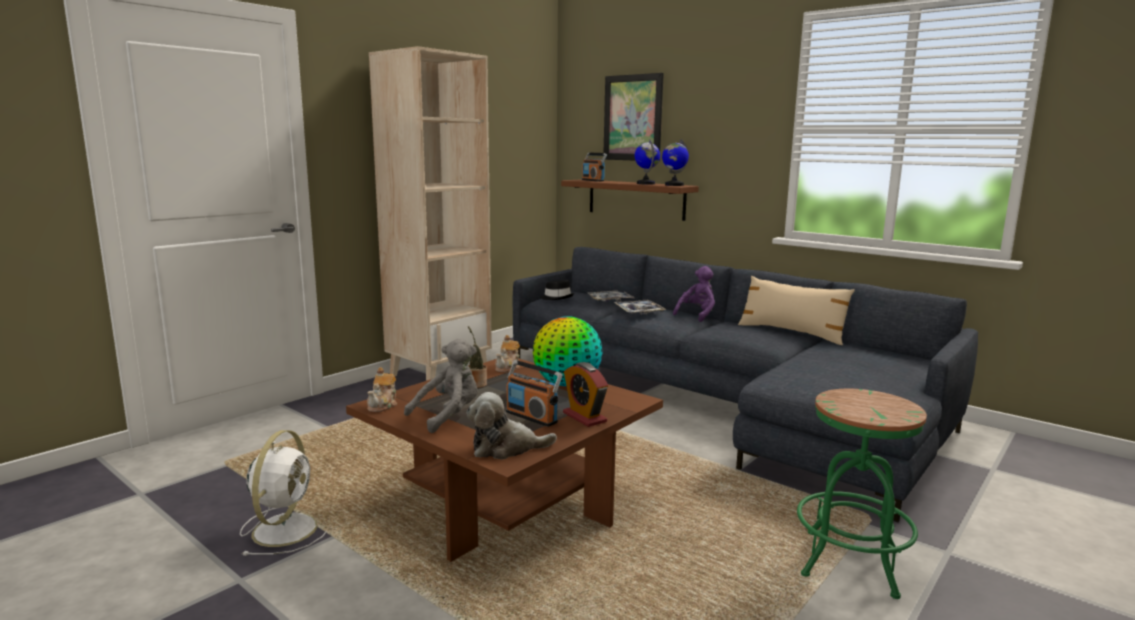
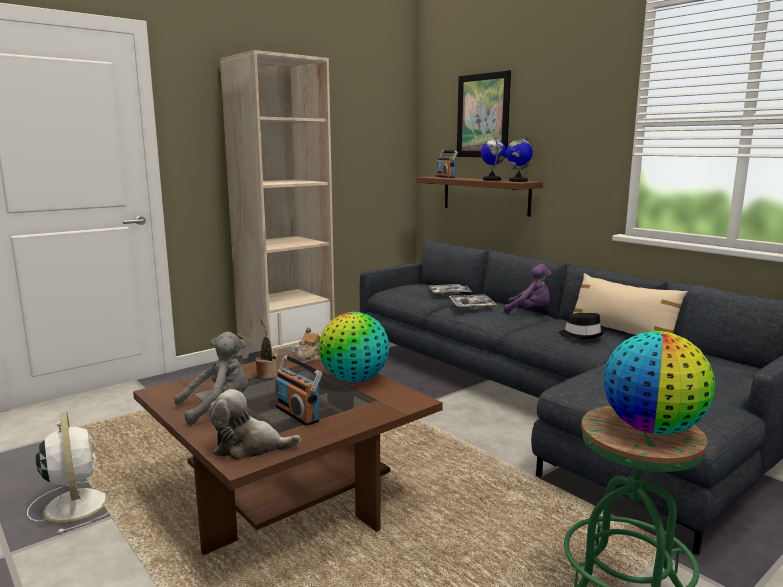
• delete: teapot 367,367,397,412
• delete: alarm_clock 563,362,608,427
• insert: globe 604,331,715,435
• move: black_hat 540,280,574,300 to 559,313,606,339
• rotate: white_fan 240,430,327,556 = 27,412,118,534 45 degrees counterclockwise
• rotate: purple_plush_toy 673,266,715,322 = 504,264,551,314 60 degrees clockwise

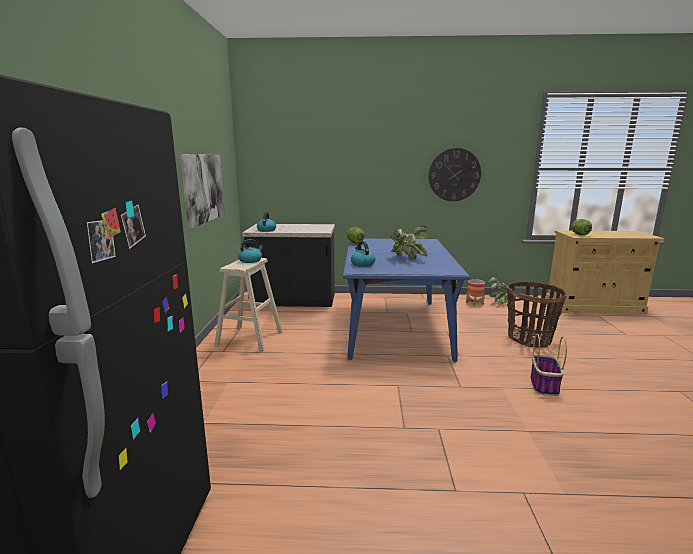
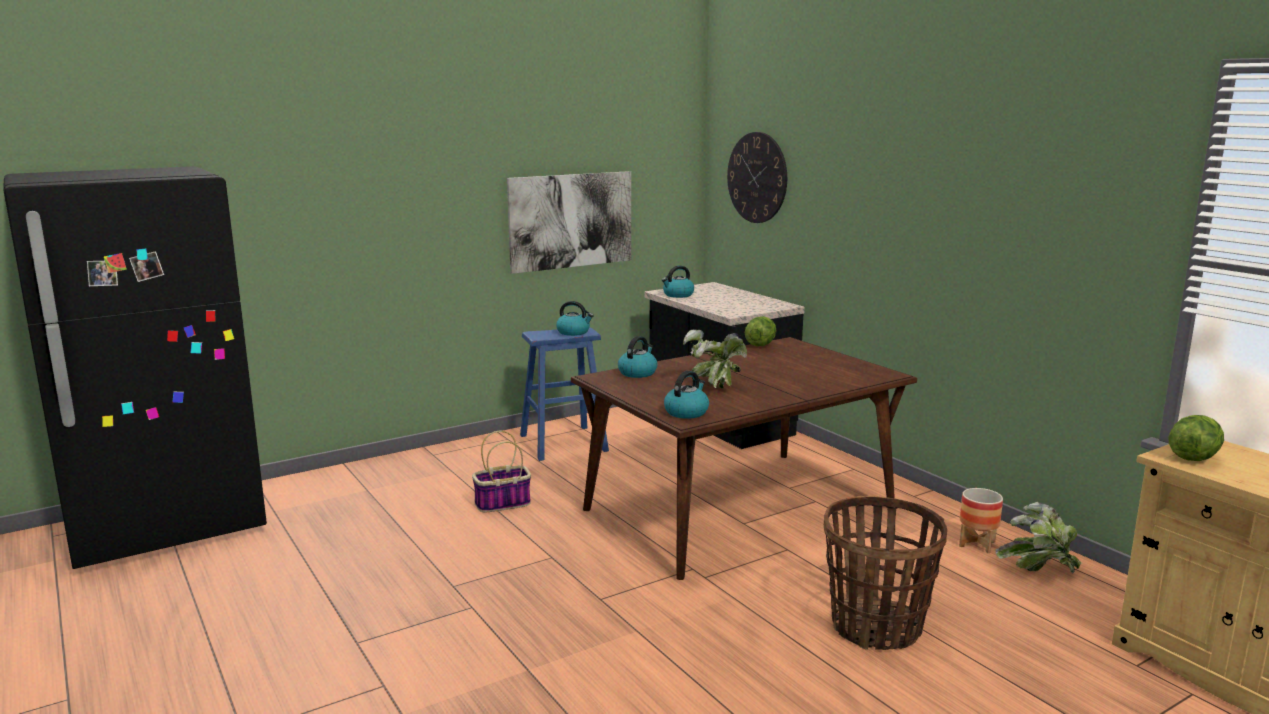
• insert: kettle 664,371,709,419
• move: wall_clock 428,148,481,201 to 727,132,787,223
• move: basket 531,334,567,396 to 472,431,531,512
• recolor: beige_stool 214,258,283,352 to blue_stool 520,327,609,461
• recolor: blue_dining_table 343,239,470,362 to brown_dining_table 571,337,917,580

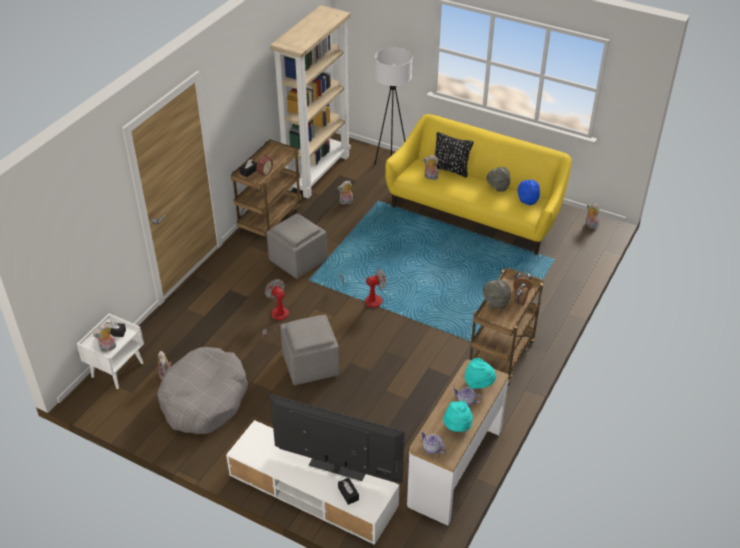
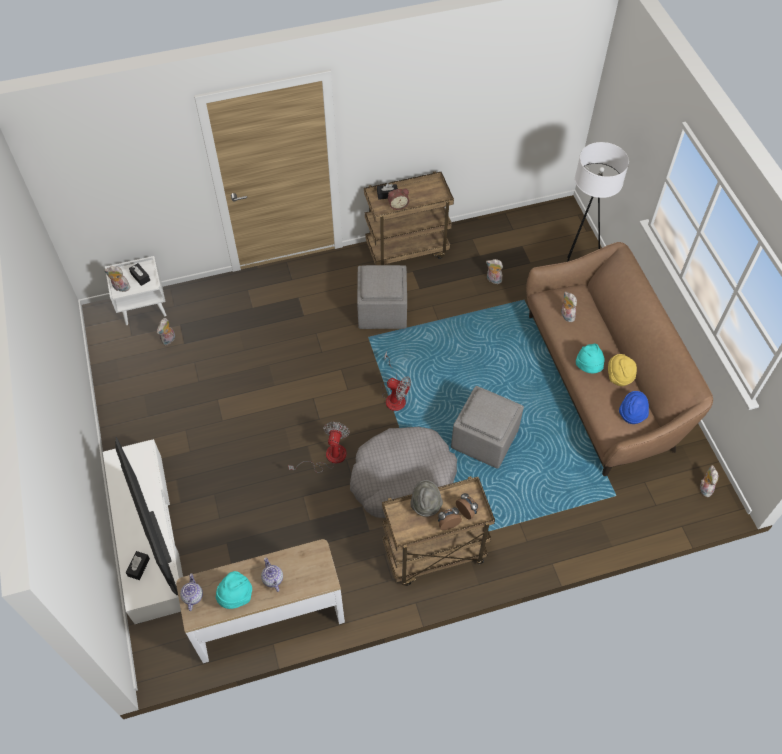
• delete: beige_bookcase 270,5,351,198
• delete: black_pillow 435,132,474,178
• move: grey_dog_bed 157,347,248,434 to 350,427,457,518
• move: fan 262,279,289,339 to 288,422,350,473
• move: grey_ottoman 280,315,340,385 to 451,386,524,469
• move: turquoise_hat 464,358,496,389 to 576,344,605,373
• recolor: yellow_sofa 385,114,572,255 to brown_sofa 526,242,713,476
• recolor: grey_hat 487,167,510,192 to yellow_hat 608,354,637,386

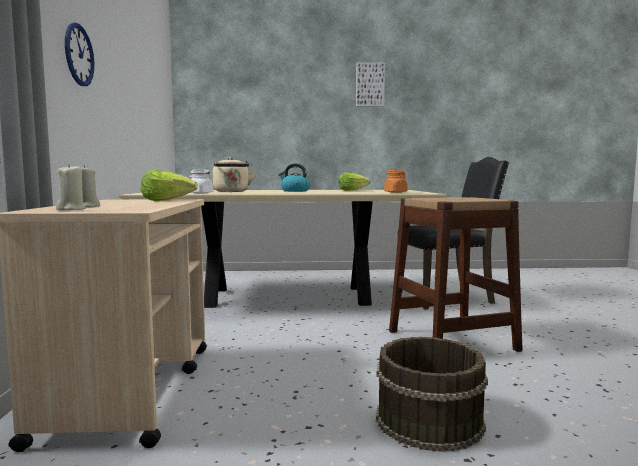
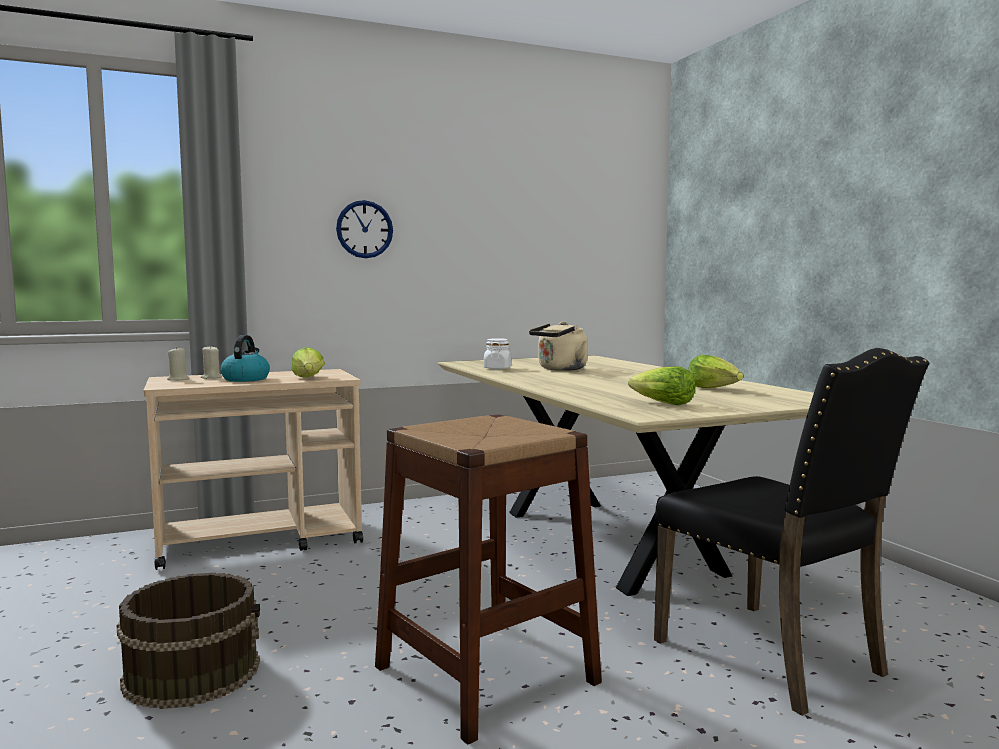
• delete: picture 356,62,385,107
• move: kettle 279,164,310,192 to 220,335,270,382
• replace: orange_jar 384,170,408,193 to lettuce 628,366,695,405

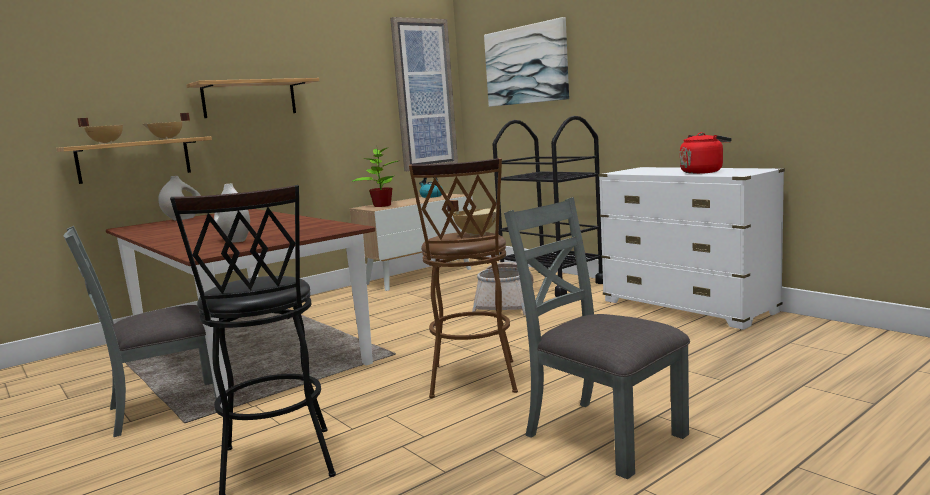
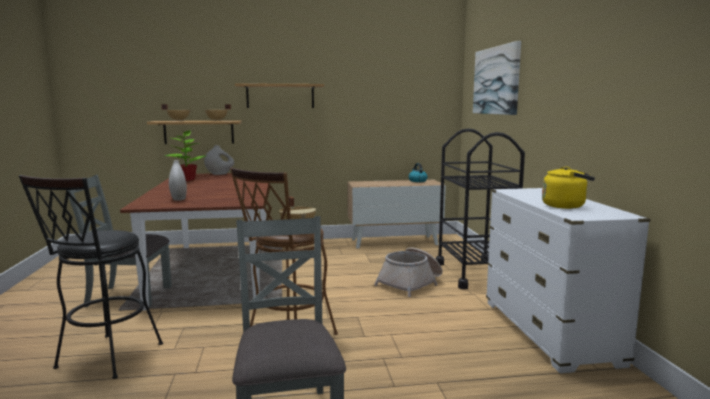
• delete: picture 390,17,458,171
• move: potted_plant 351,145,398,207 to 165,130,206,181
• recolor: red_kettle 680,132,732,174 to yellow_kettle 542,167,595,209

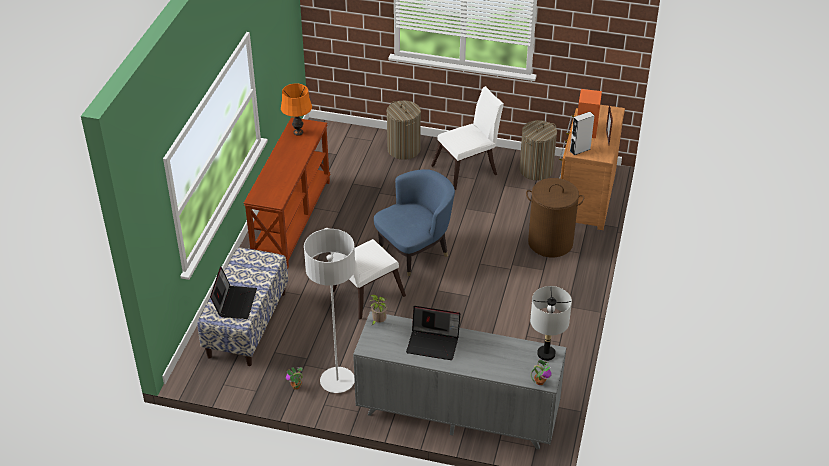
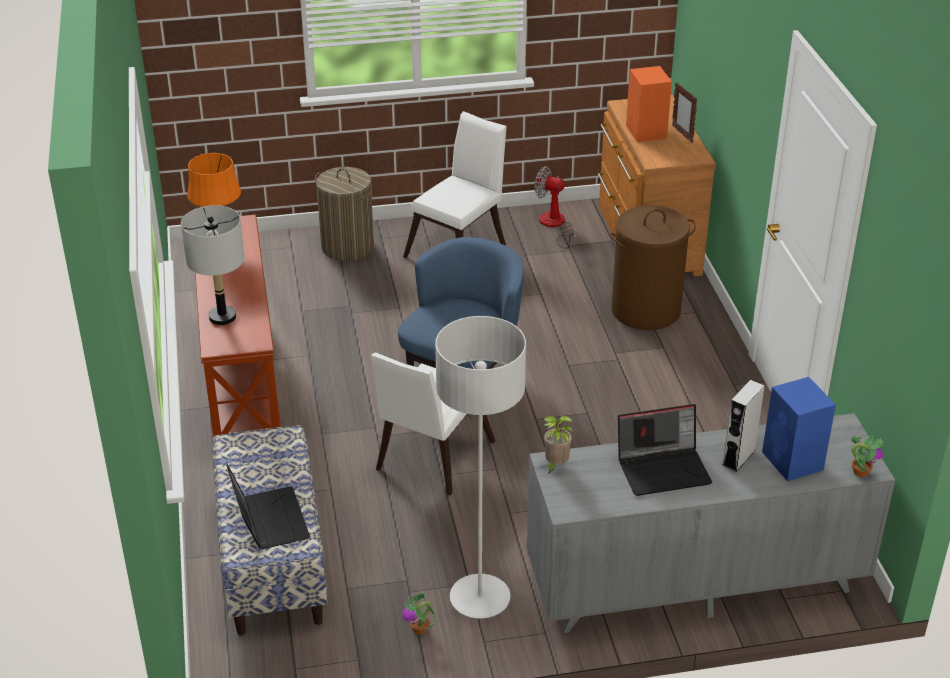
• insert: blue_speaker 762,377,836,481
• move: grey_table_lamp 530,286,572,361 to 181,205,245,325
• move: grey_speaker 570,112,594,155 to 722,380,765,472
• replace: laundry_basket 520,120,557,181 to fan 535,166,576,249

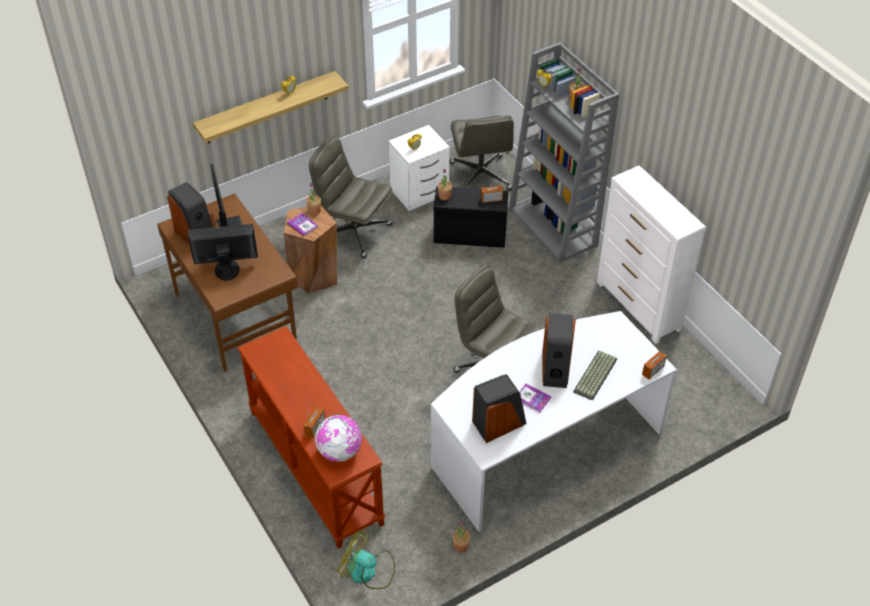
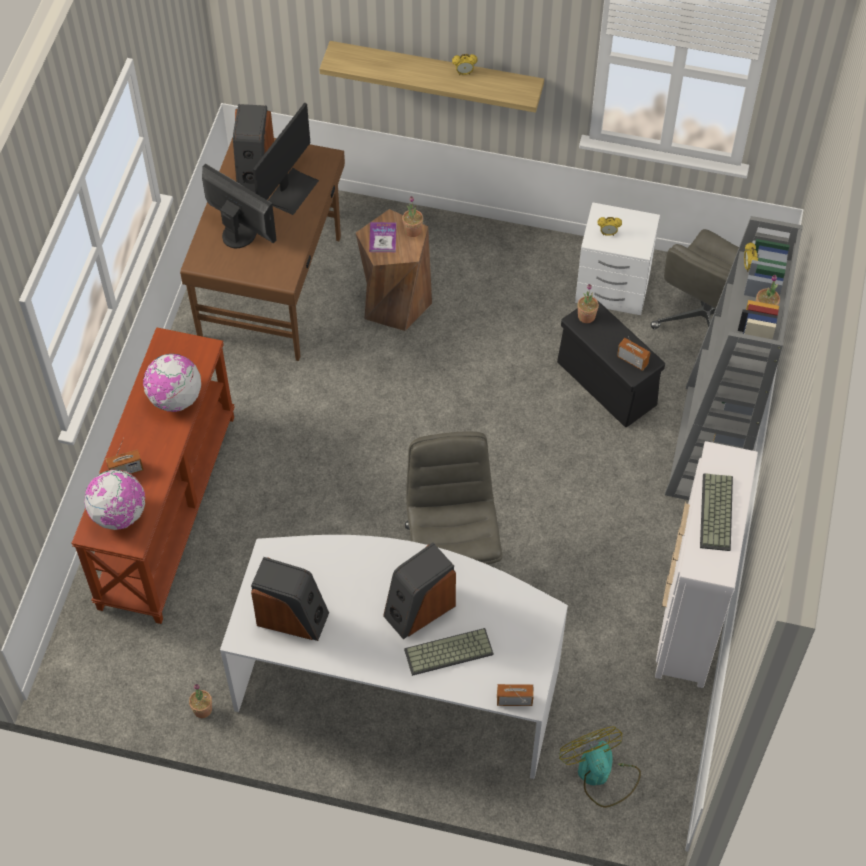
• delete: grey_office_chair 309,136,393,258
• delete: book 519,384,551,413
• insert: globe 143,354,201,412
• insert: keyboard 700,473,733,551
• move: fan 337,530,395,589 to 559,727,641,808

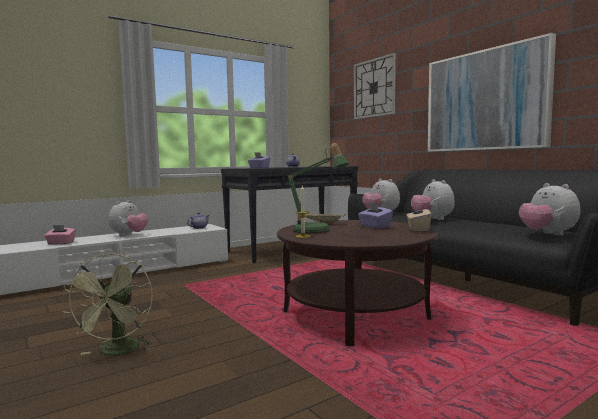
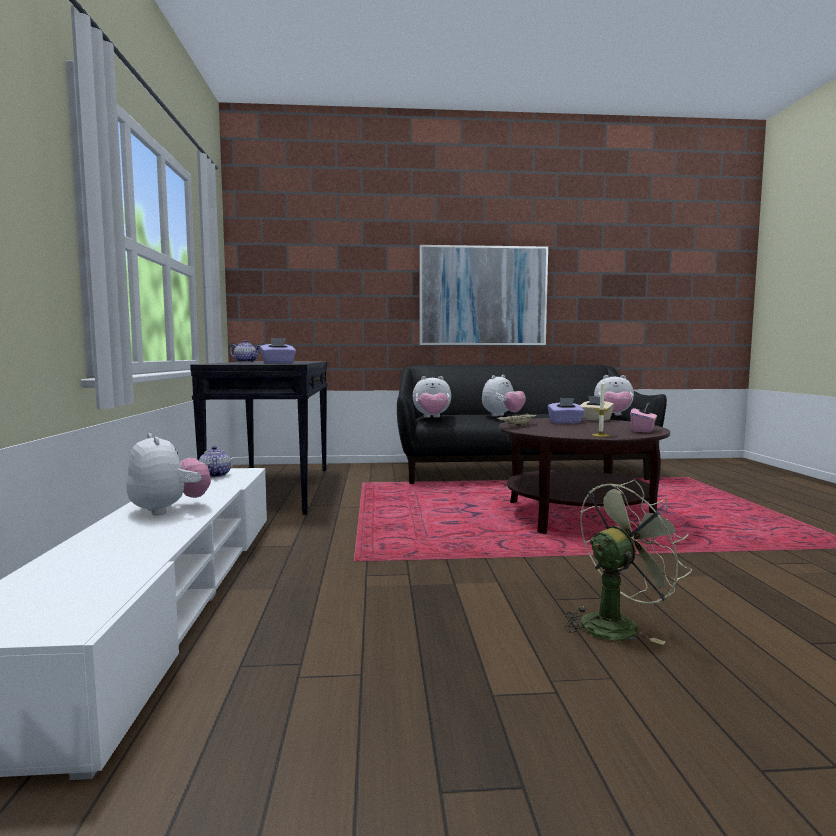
• delete: table_lamp 286,143,349,234
• delete: wall_clock 354,53,396,119
• move: pink_tissue_box 44,225,76,245 to 630,402,657,432
• rotate: green_fan 62,253,153,356 = 564,480,692,645 60 degrees counterclockwise
• rotate: plush_toy 411,179,455,220 = 482,375,526,417 60 degrees counterclockwise

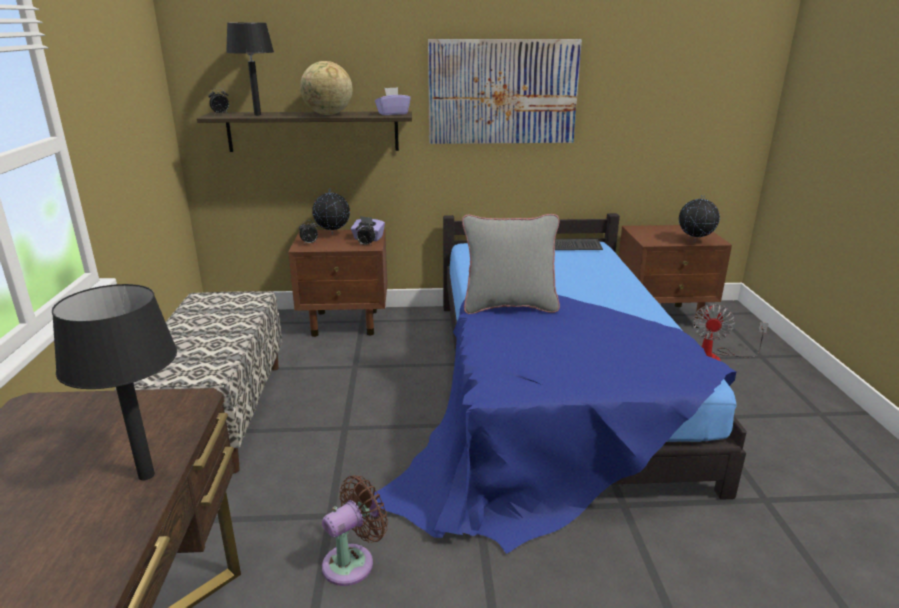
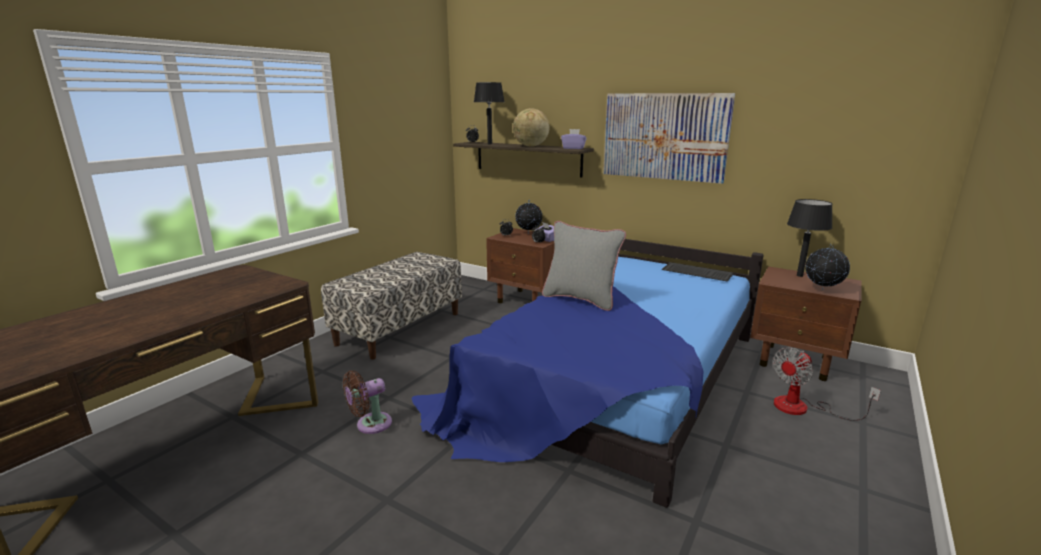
• move: black_table_lamp 52,284,177,480 to 787,199,832,277
• rotate: brown_fan 322,475,388,586 = 343,371,392,434 150 degrees clockwise

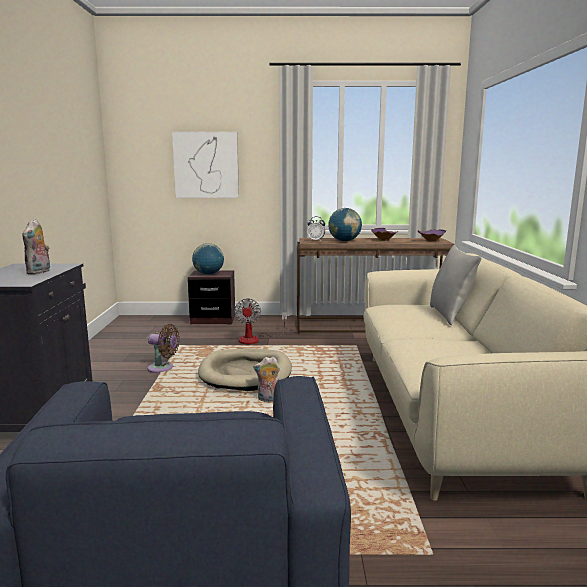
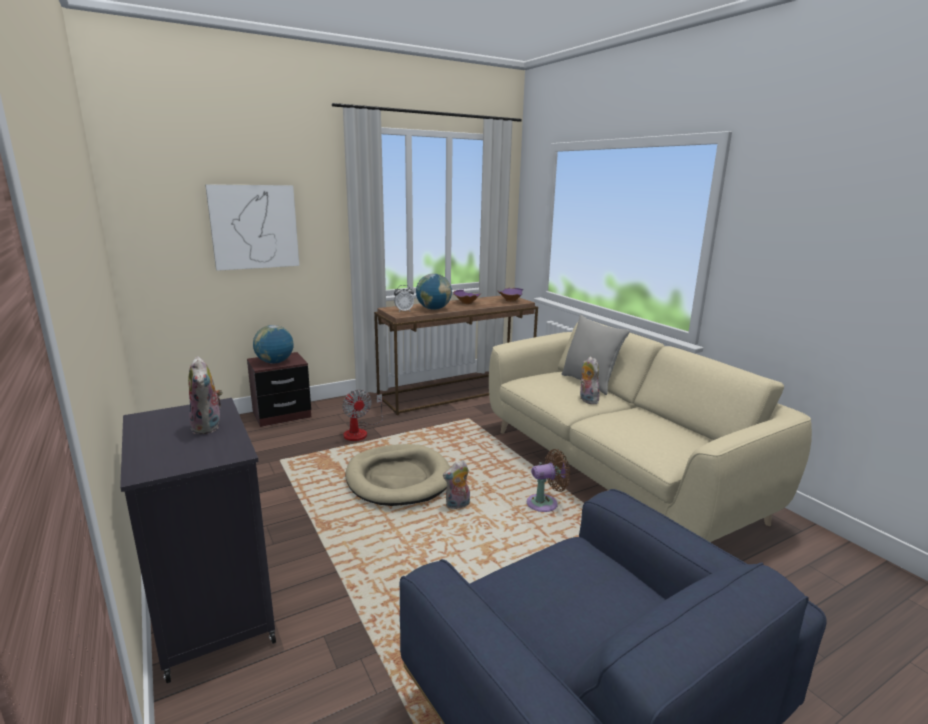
• insert: plush_toy 580,356,599,404
• move: brown_fan 147,324,180,373 to 527,449,570,512

